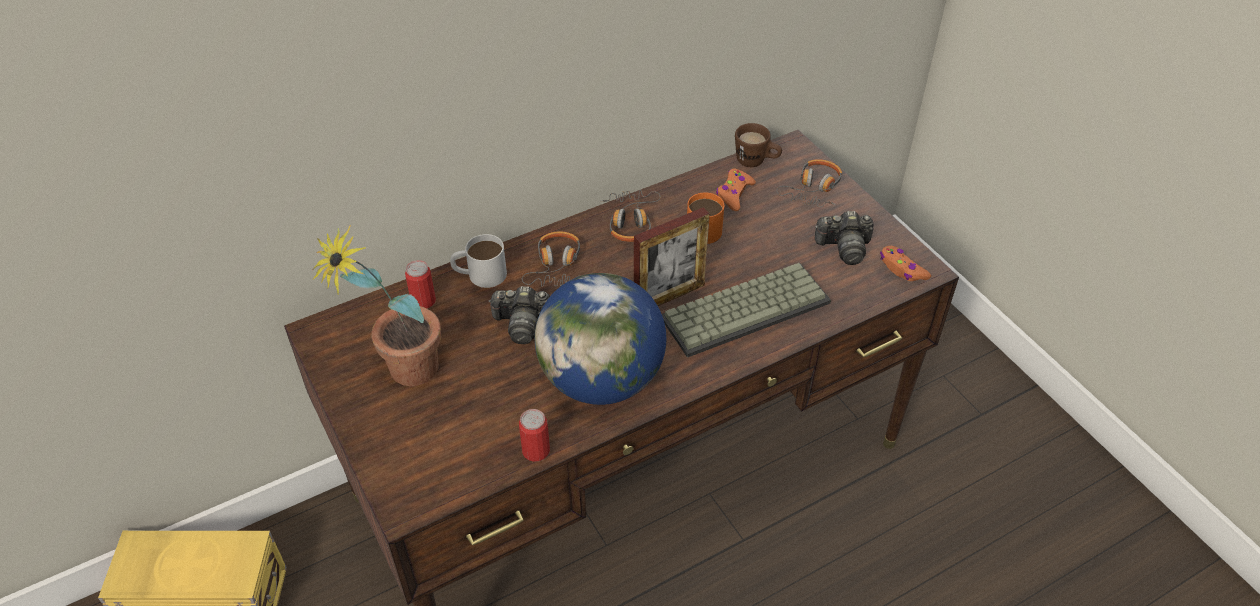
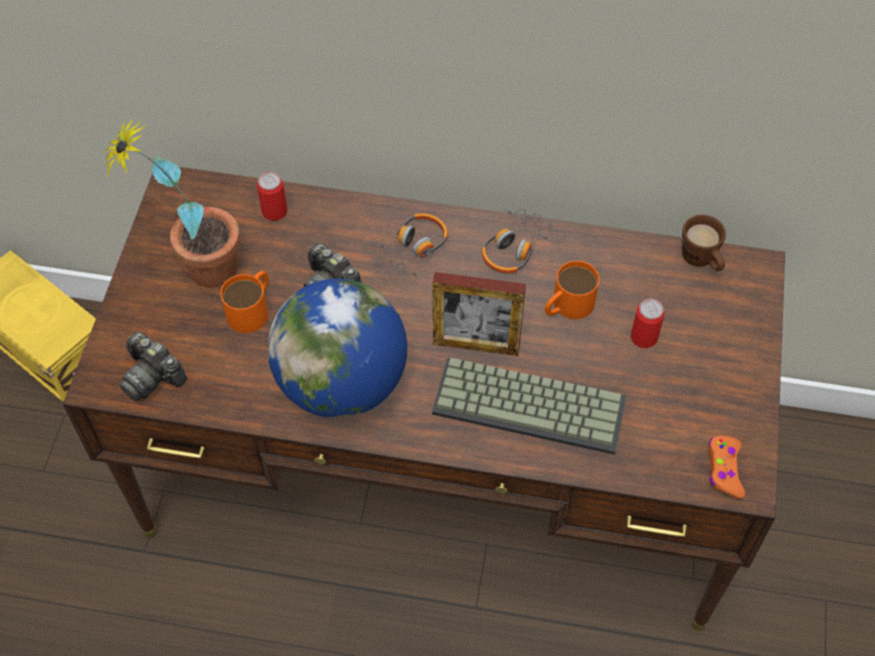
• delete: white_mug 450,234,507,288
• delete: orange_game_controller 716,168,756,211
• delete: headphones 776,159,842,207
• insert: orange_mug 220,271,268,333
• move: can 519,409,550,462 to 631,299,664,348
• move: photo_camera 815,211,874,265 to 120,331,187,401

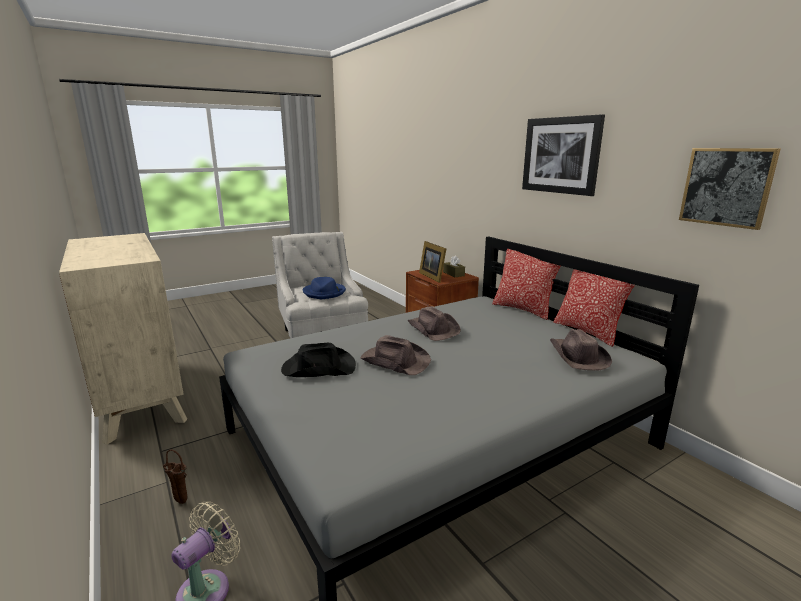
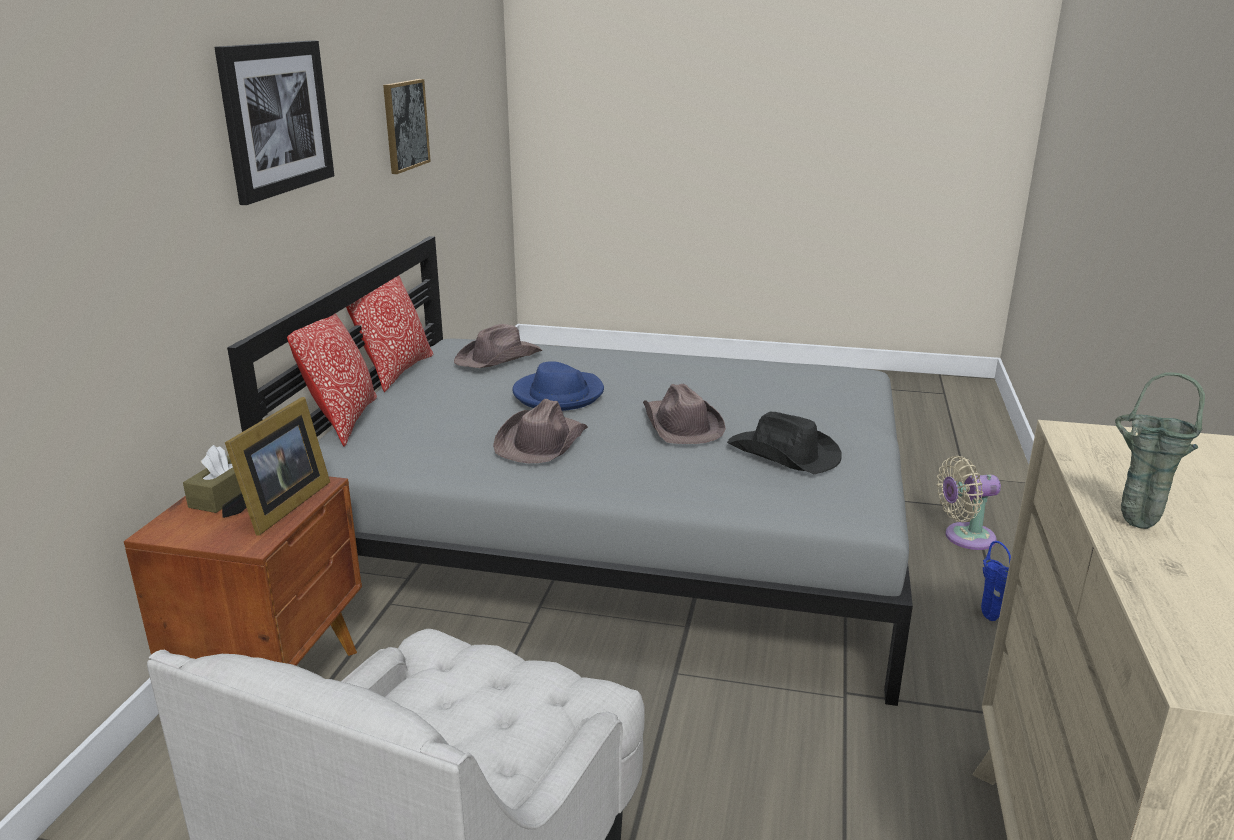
• insert: green_vase 1115,372,1205,529
• move: blue_hat 303,277,346,299 to 512,361,604,411
• recolor: brown_vase 163,449,187,504 to blue_vase 981,541,1011,621

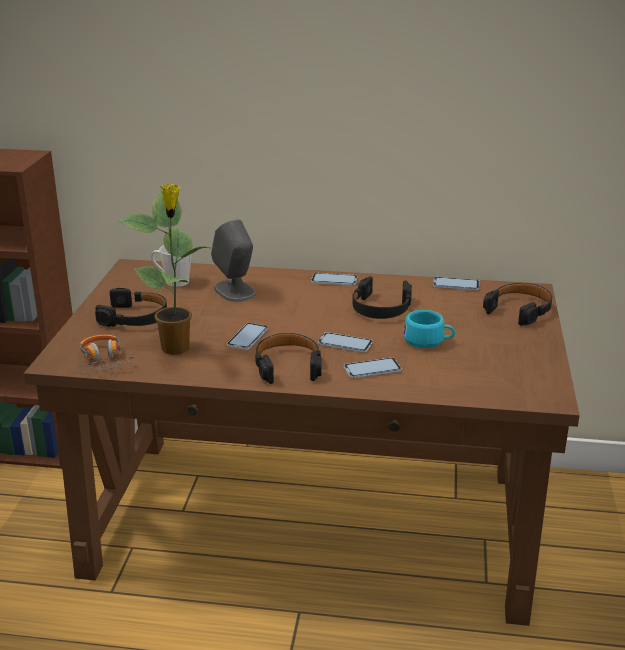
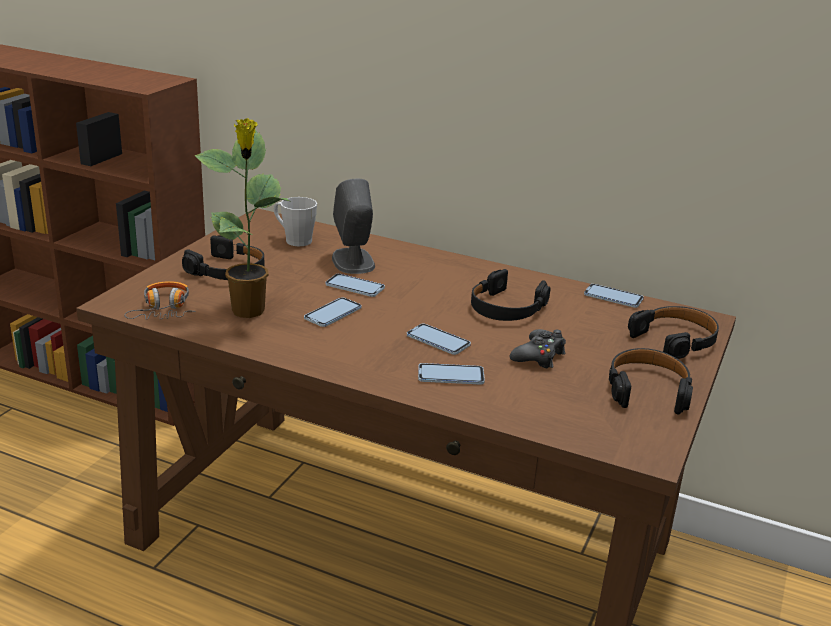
• move: black_headphones 255,333,322,384 to 609,348,693,415
• move: phone 311,273,358,286 to 325,274,385,297
• replace: turquoise_cup 404,310,455,348 to black_game_controller 509,329,566,368

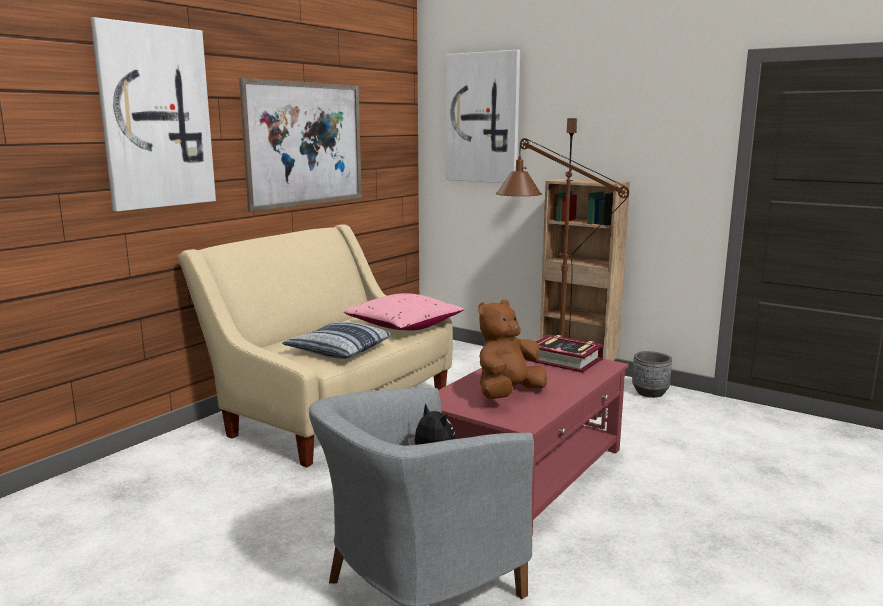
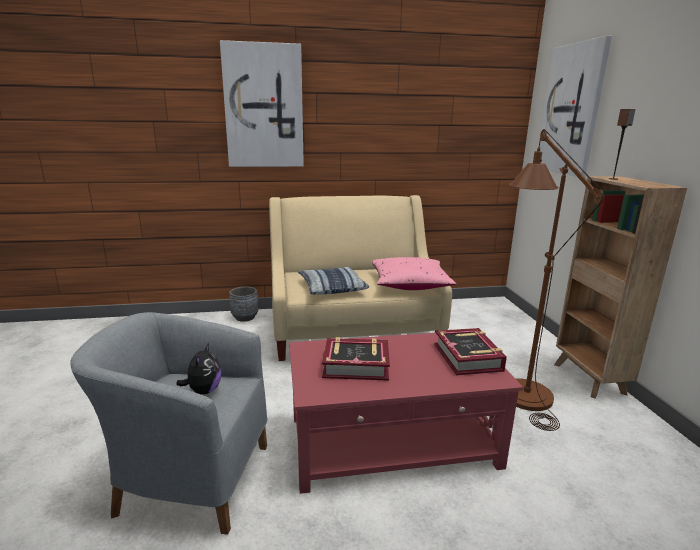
• delete: picture 239,78,362,212
• move: grey_planter 632,351,672,398 to 229,286,258,322
• replace: brown_plush_toy 478,299,547,399 to book 322,337,390,381

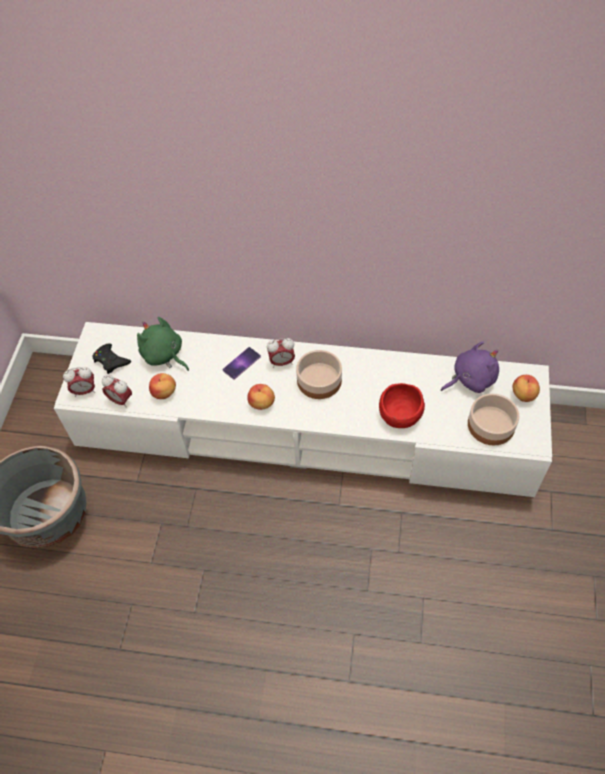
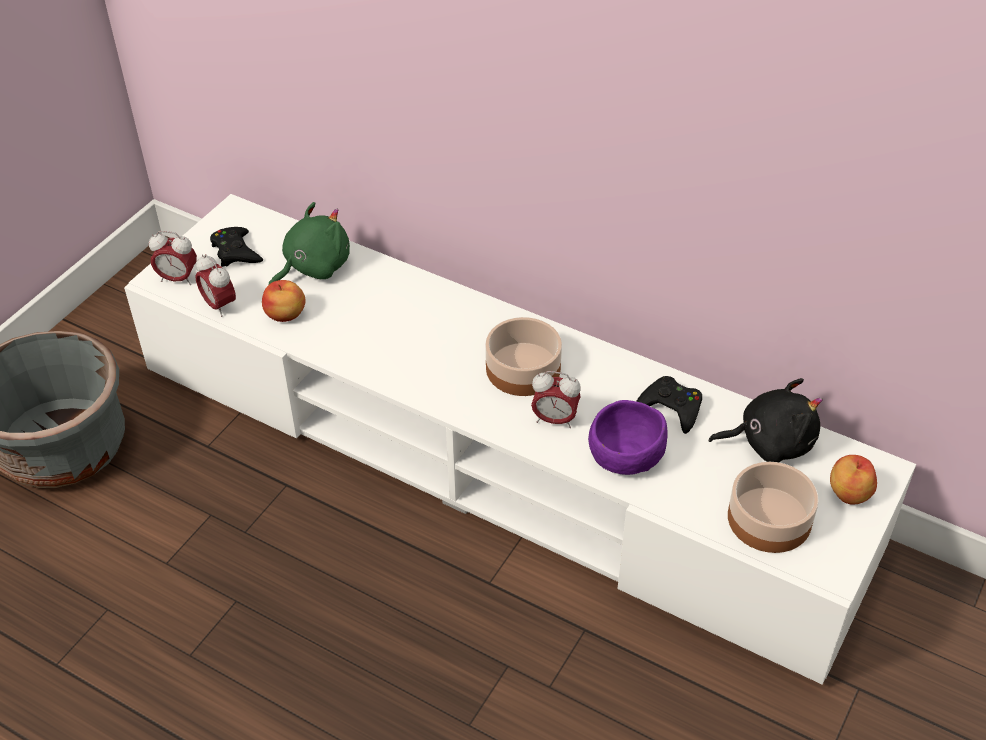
• delete: phone 222,347,261,380
• delete: apple 247,384,275,410
• insert: black_game_controller 636,376,702,434
• move: alarm_clock 267,338,295,368 to 531,371,581,428
• recolor: red_bowl 379,383,425,428 to purple_bowl 588,400,668,475
• recolor: purple_plush_toy 441,341,499,393 to black_plush_toy 709,378,823,462
• rotate: green_plush_toy 137,317,189,371 = 269,202,350,284 75 degrees clockwise

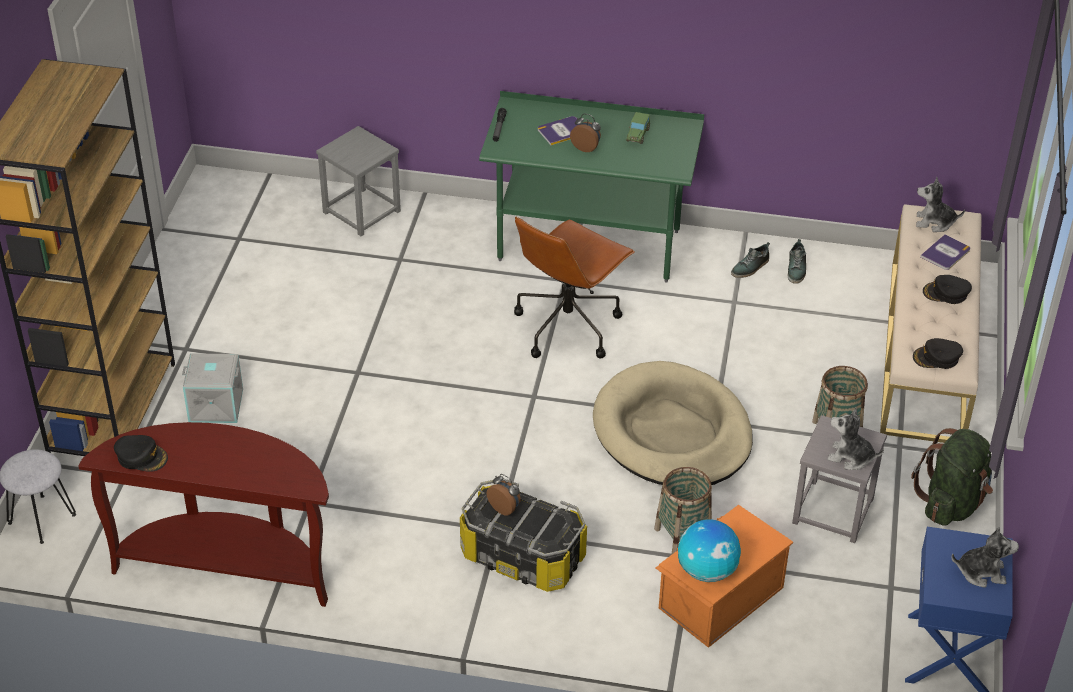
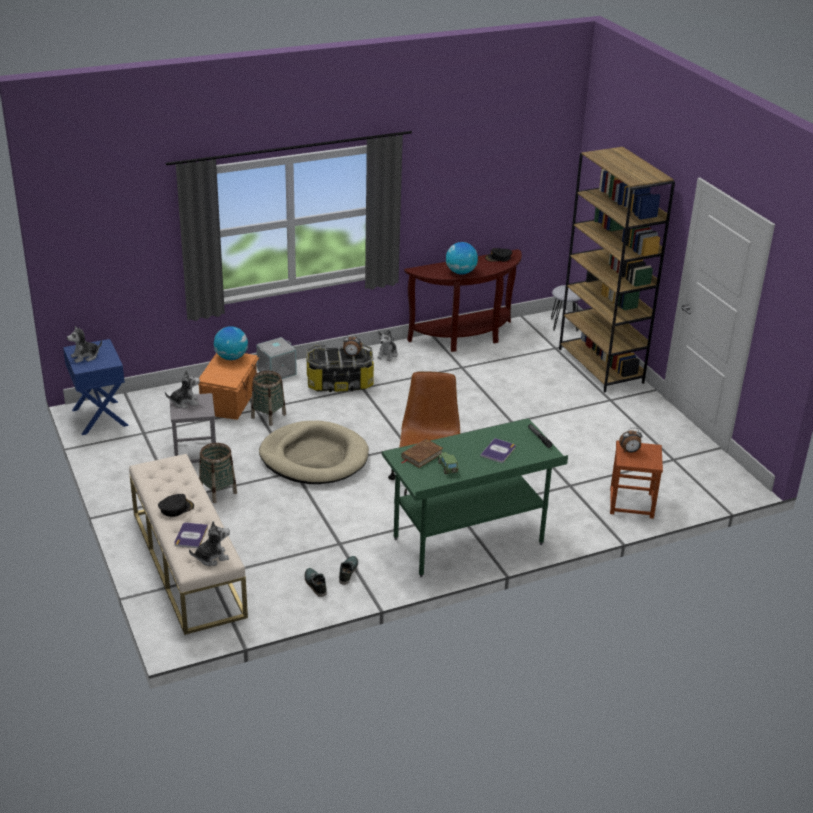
• delete: green_backpack 911,428,993,526
• delete: black_cap 913,338,963,369
• insert: plush_toy 377,330,398,361
• insert: brown_book 401,439,443,468
• insert: globe 446,242,478,274
• move: grey_storage_box 182,353,243,423 to 256,337,297,379
• move: alarm_clock 570,114,601,152 to 619,428,642,453
• recolor: grey_stool 316,126,401,236 to brown_stool 610,441,663,519

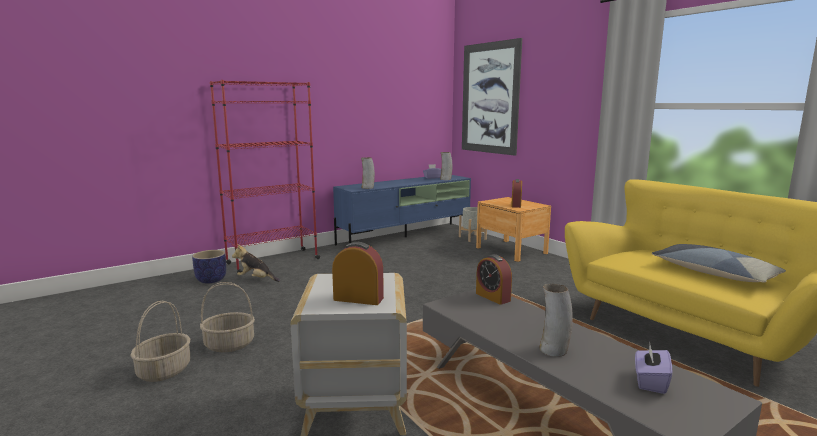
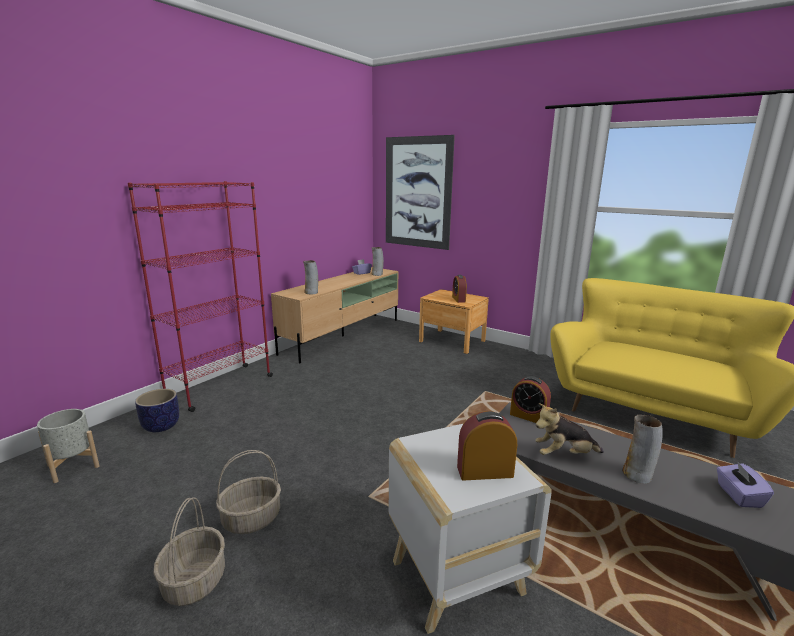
• delete: pillow 652,244,786,283
• move: plush_toy 232,244,280,282 to 535,403,604,455
• move: grey_planter 459,207,487,242 to 37,409,99,483
• recolor: blue_tv_stand 333,175,471,245 to beige_tv_stand 271,267,398,364

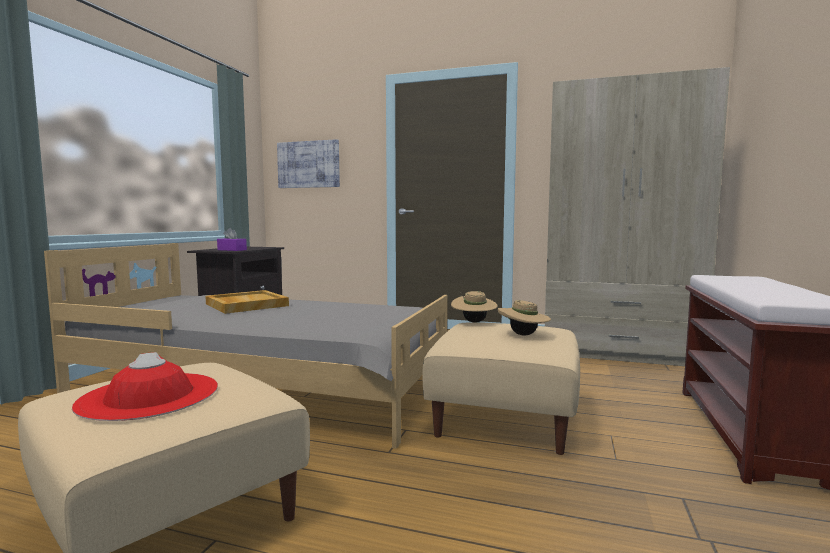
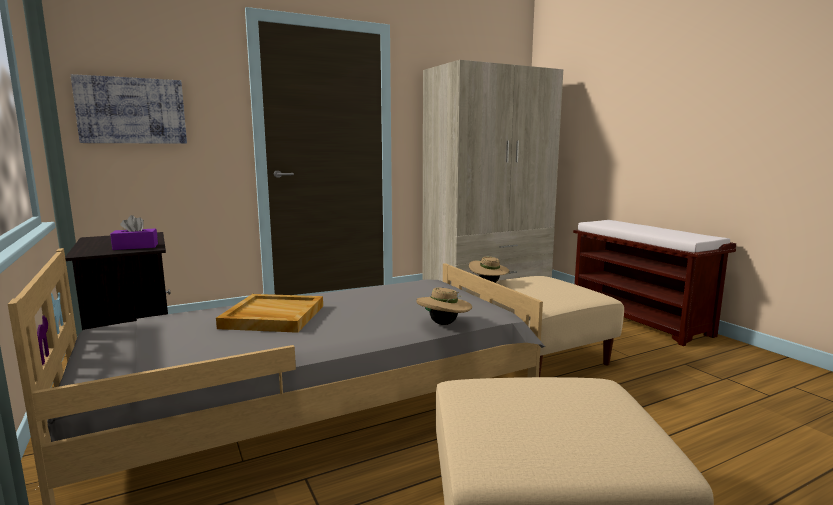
• delete: red_hat 72,352,218,421
• move: beige_hat 498,300,551,336 to 416,288,472,325

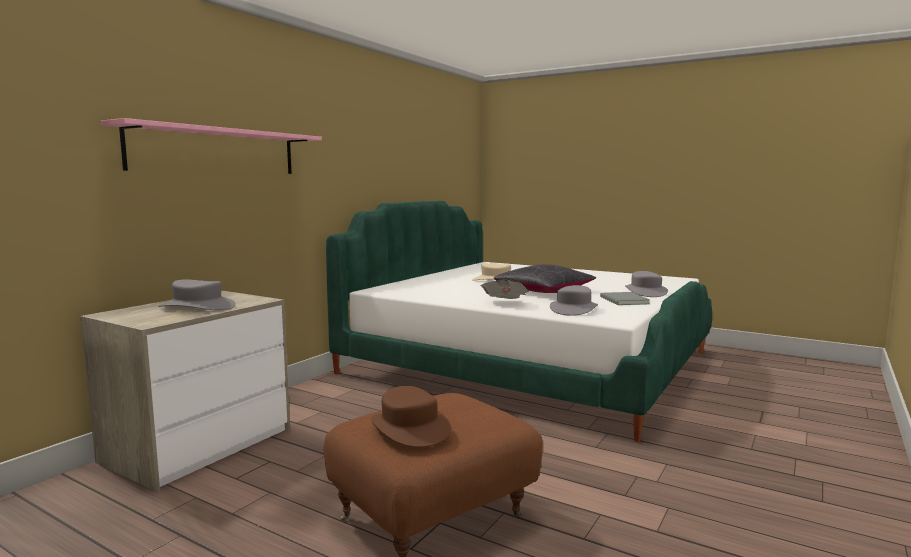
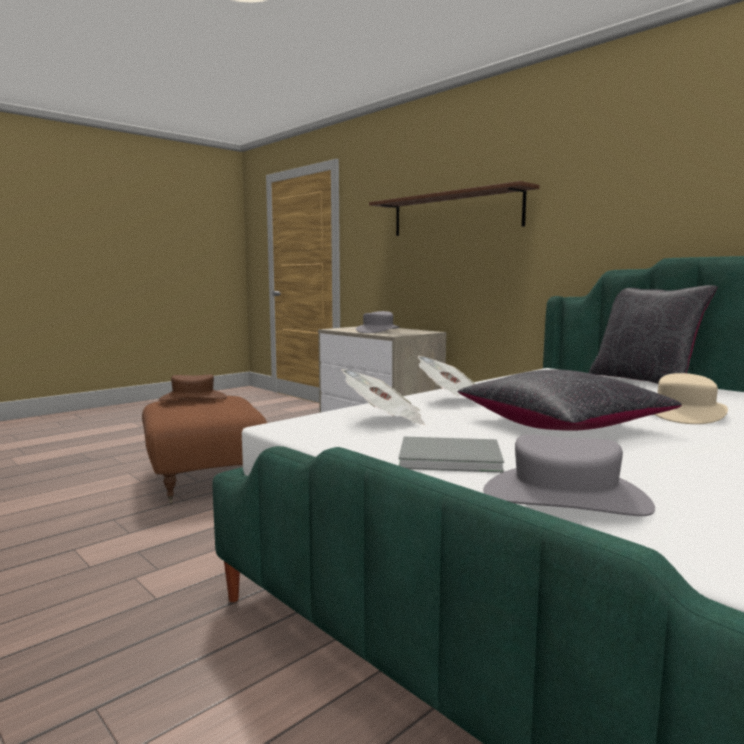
• insert: black_pillow 589,285,717,384
• replace: grey_hat 550,285,598,316 to newspaper 341,369,425,425
• recolor: pink_shelf 101,118,322,174 to brown_shelf 369,181,540,236

